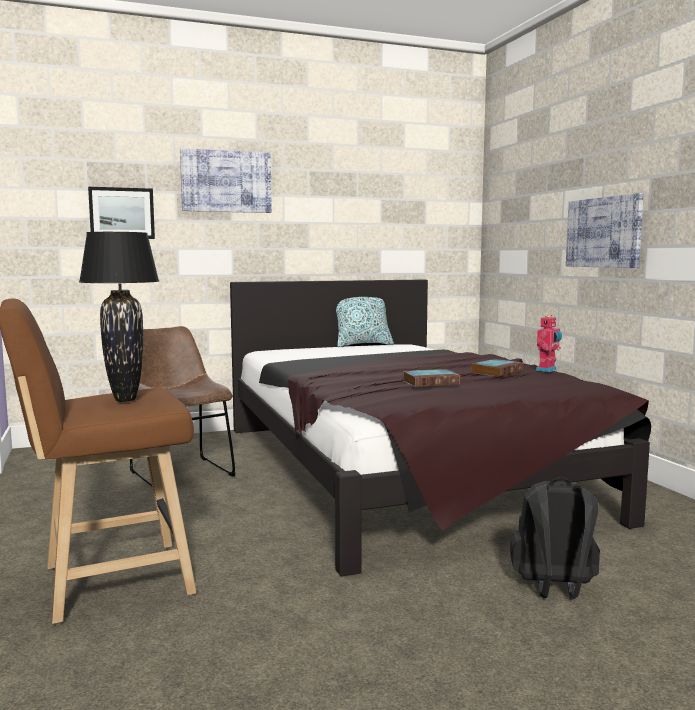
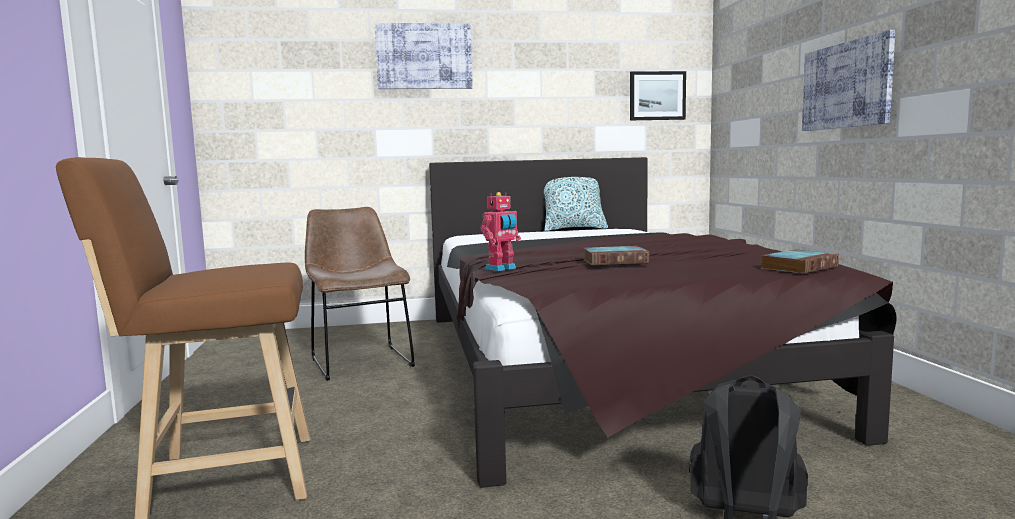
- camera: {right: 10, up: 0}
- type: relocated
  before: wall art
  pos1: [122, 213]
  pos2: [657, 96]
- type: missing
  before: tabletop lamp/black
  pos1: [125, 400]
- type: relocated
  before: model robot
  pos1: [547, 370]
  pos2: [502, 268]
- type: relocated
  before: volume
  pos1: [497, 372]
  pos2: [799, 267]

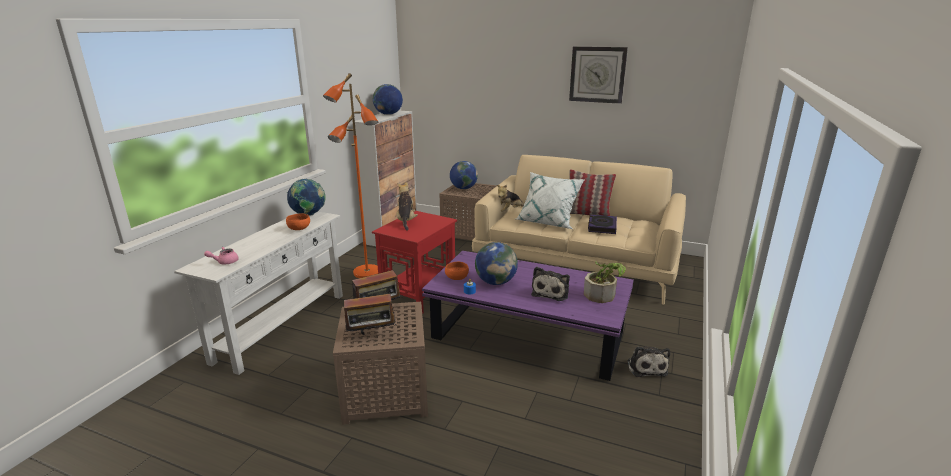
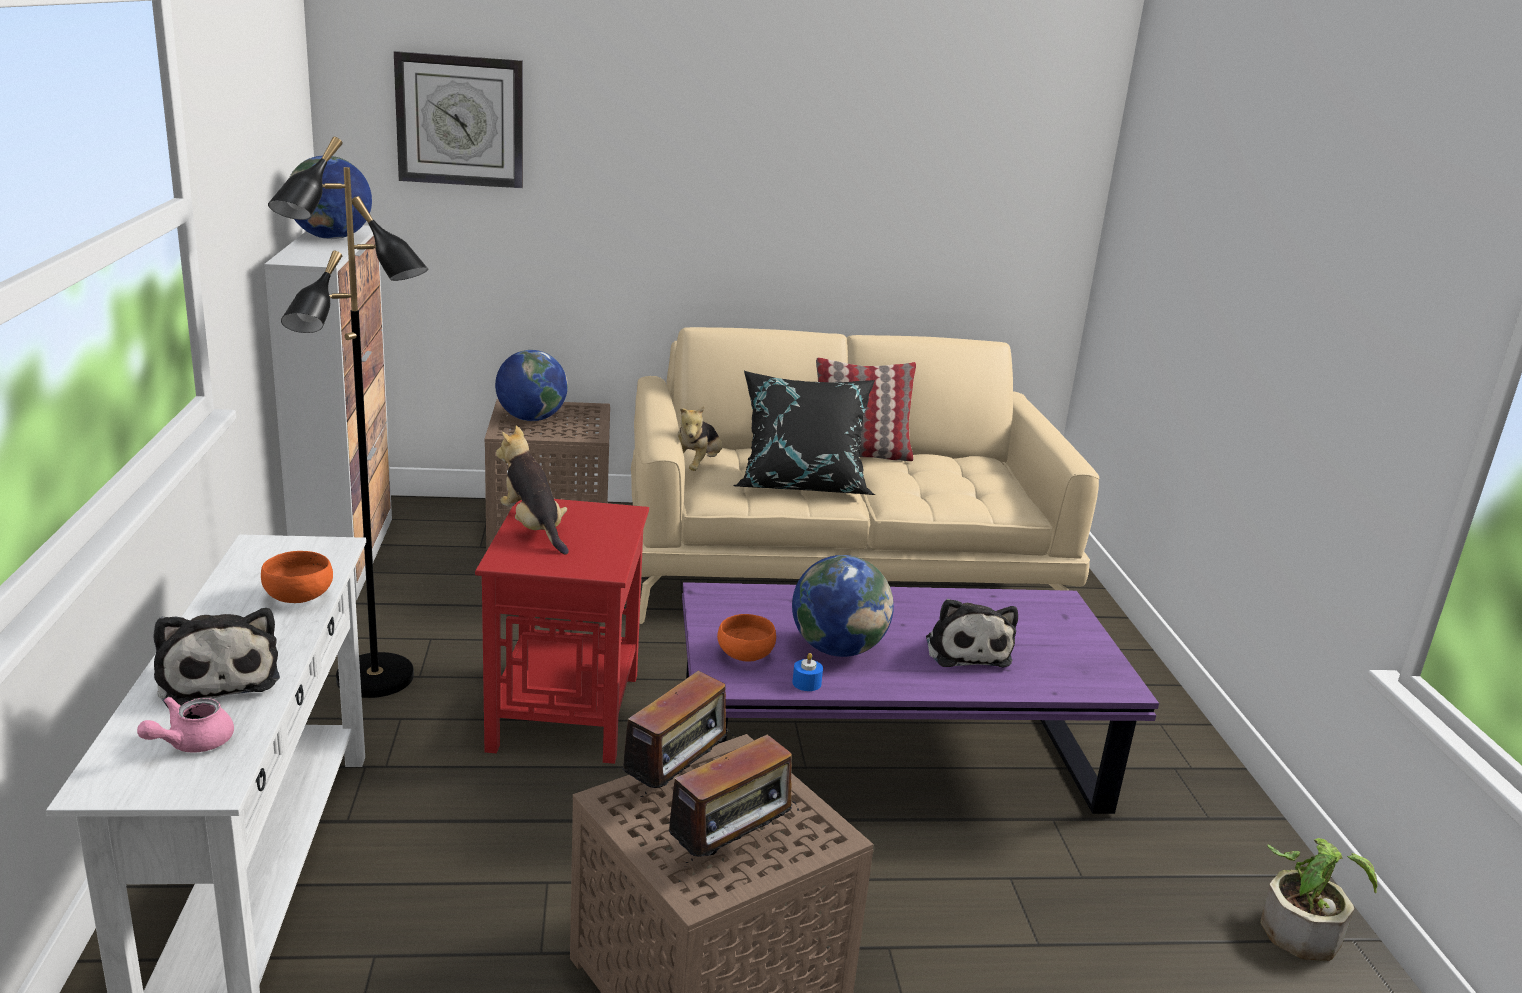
- camera: {right: -30, up: 0}
- type: relocated
  before: hanging clock
  pos1: [597, 74]
  pos2: [460, 120]
- type: colour
  before: standing lamp/orange
  after: standing lamp/black
  pos1: [366, 273]
  pos2: [375, 679]
- type: colour
  before: throw pillow/white-coloured
  after: throw pillow/black
  pos1: [548, 222]
  pos2: [802, 484]
- type: missing
  before: globe
  pos1: [308, 215]
- type: missing
  before: volume
  pos1: [602, 227]
- type: relocated
  before: houseplant
  pos1: [603, 294]
  pos2: [1303, 927]
- type: relocated
  before: cuddly toy
  pos1: [646, 367]
  pos2: [217, 677]

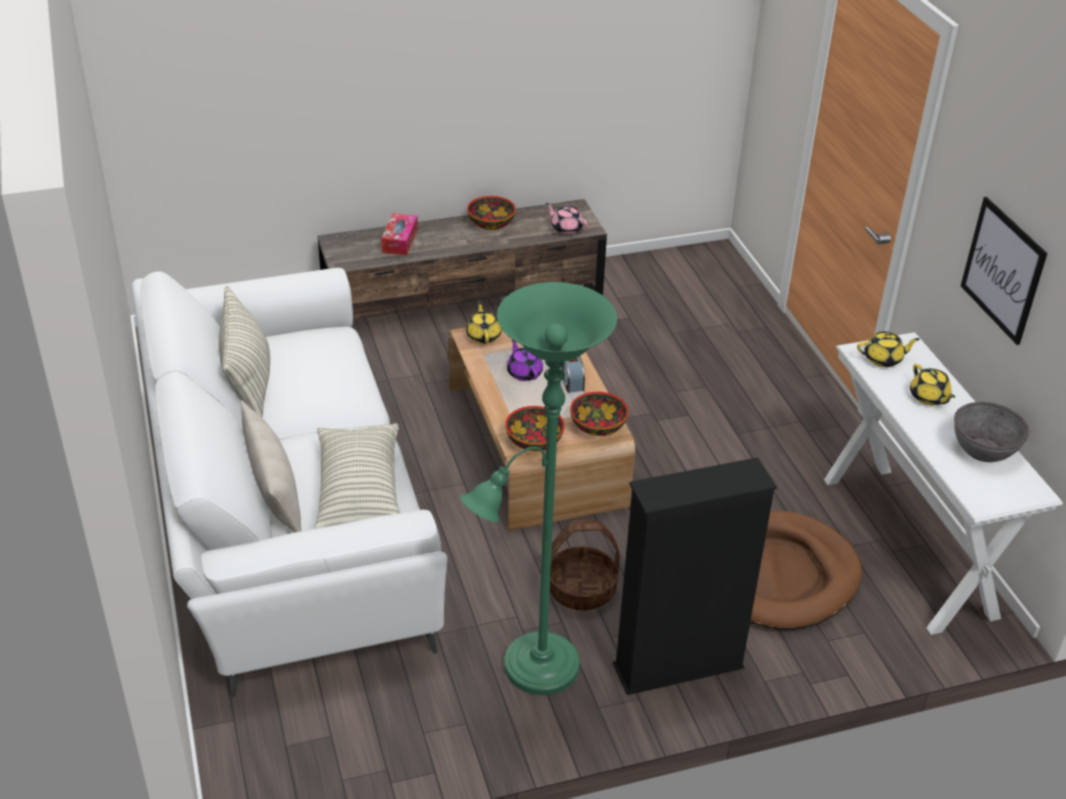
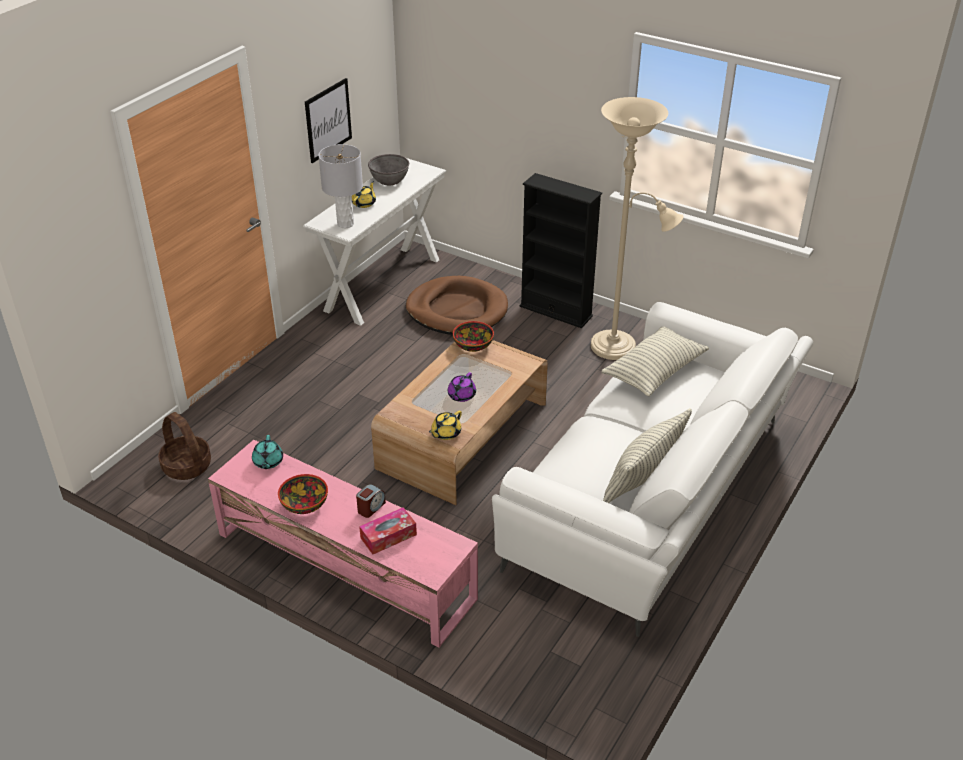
- camera: {right: -130, up: 0}
- type: colour
  before: tv stand/brown-coloured
  after: tv stand/pink-coloured
  pos1: [465, 303]
  pos2: [344, 565]
- type: colour
  before: pot for tea/pink-coloured
  after: pot for tea/turquoise-coloured
  pos1: [566, 228]
  pos2: [268, 462]
- type: colour
  before: standing lamp/green
  after: standing lamp/beige-coloured
  pos1: [532, 670]
  pos2: [619, 347]
- type: exchanged
  before: pot for tea/yellow
  after: tabletop lamp/greyish
  pos1: [883, 359]
  pos2: [345, 224]
- type: relocated
  before: table clock
  pos1: [571, 382]
  pos2: [371, 507]
- type: missing
  before: throw pillow/beige-coloured
  pos1: [274, 492]
- type: missing
  before: deep dish
  pos1: [534, 441]
- type: relocated
  before: basket
  pos1: [581, 589]
  pos2: [186, 466]

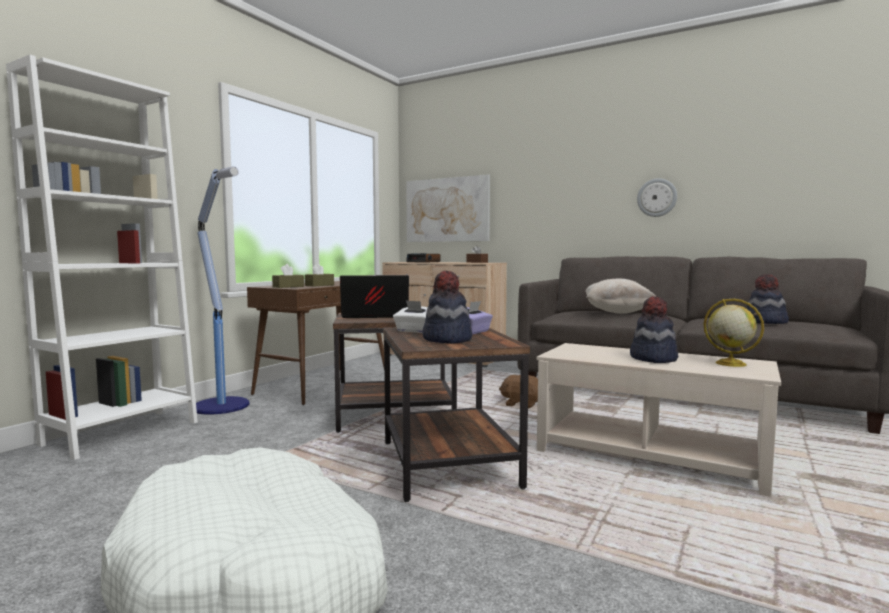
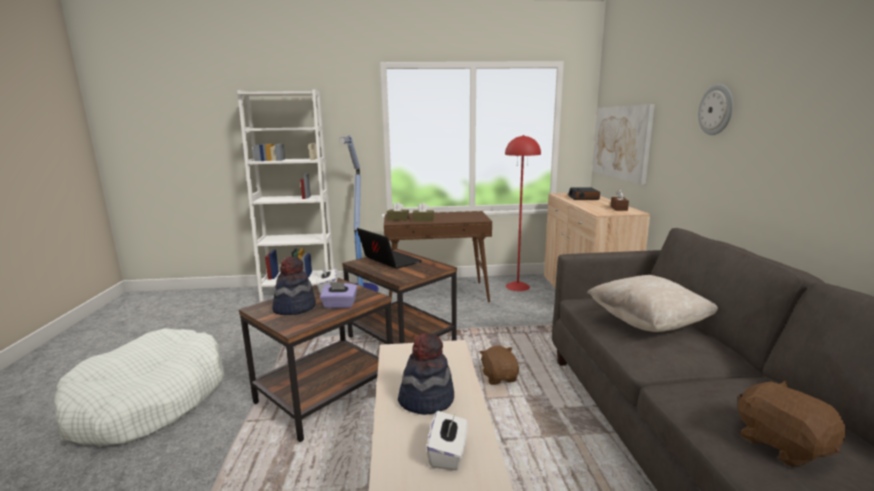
- camera: {right: 55, up: 10}
- type: relocated
  before: hanging clock
  pos1: [657, 197]
  pos2: [716, 110]
- type: exchanged
  before: hat
  after: cuddly toy/brown-coloured
  pos1: [766, 322]
  pos2: [782, 444]
- type: exchanged
  before: globe
  after: box of tissues/white-coloured
  pos1: [729, 363]
  pos2: [448, 453]
- type: appeared
  after: standing lamp/red-coloured
  pos2: [517, 286]

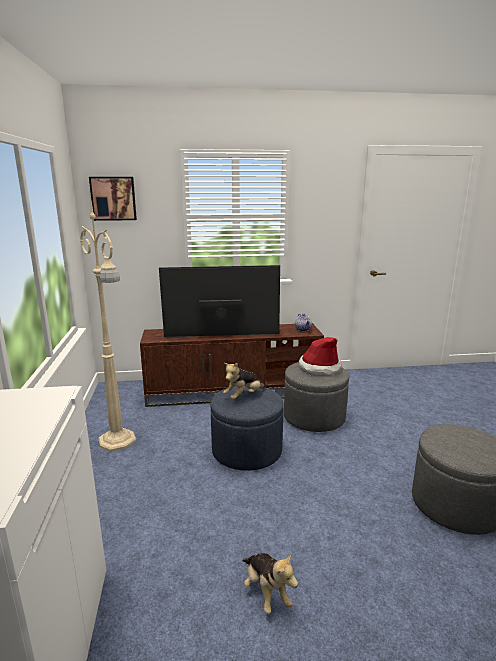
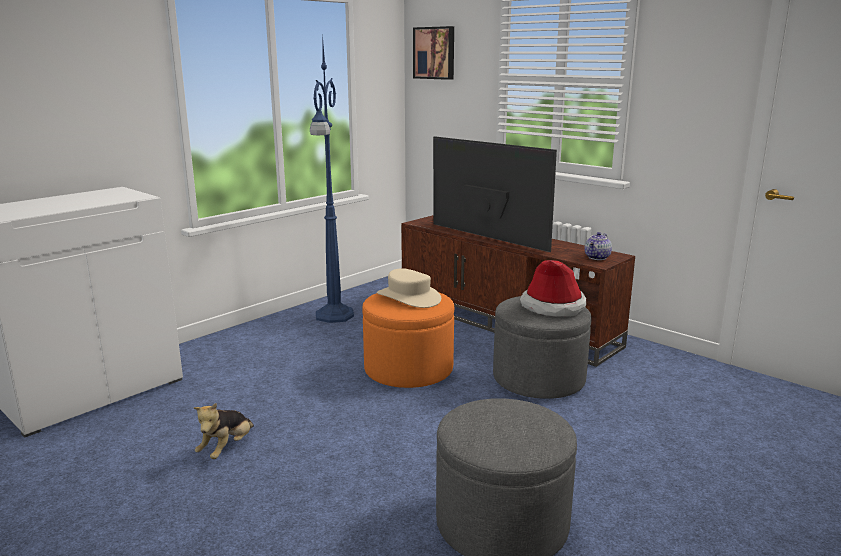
- camera: {right: 50, up: 0}
- type: colour
  before: standing lamp/beige-coloured
  after: standing lamp/blue-coloured
  pos1: [118, 441]
  pos2: [334, 316]
- type: exchanged
  before: cuddly toy
  after: hat/beige-coloured
  pos1: [244, 396]
  pos2: [409, 297]
- type: colour
  before: ottoman/blue-coloured
  after: ottoman/orange
  pos1: [247, 451]
  pos2: [408, 369]

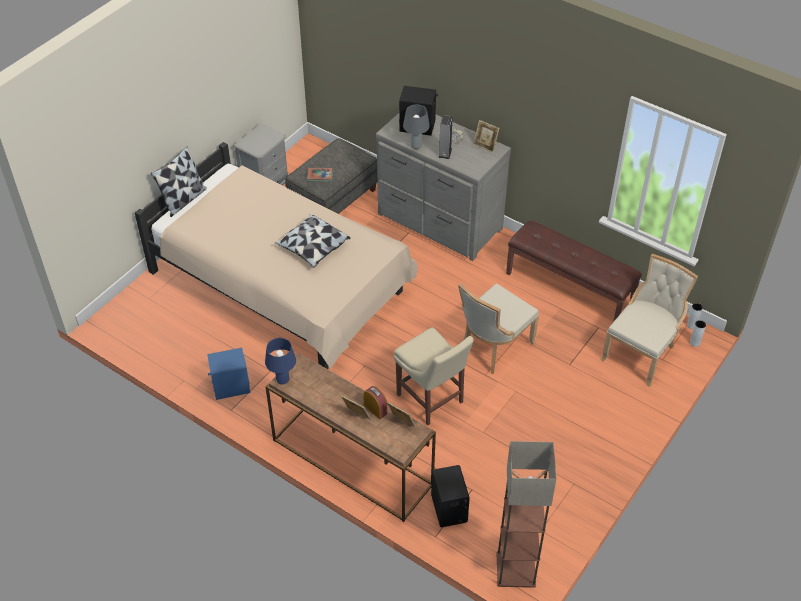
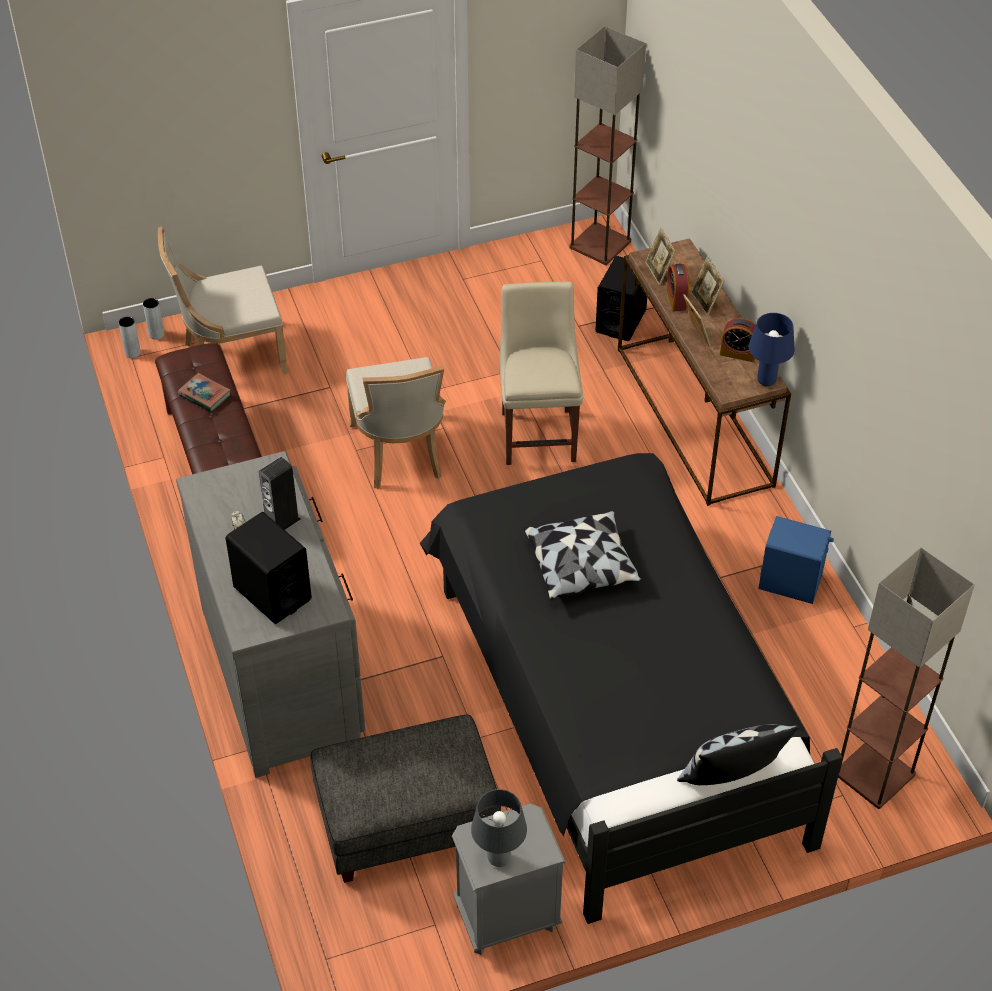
- camera: {right: -145, up: 0}
- type: relocated
  before: tabletop lamp/greyish
  pos1: [415, 146]
  pos2: [499, 858]
- type: relocated
  before: picture frame
  pos1: [485, 146]
  pos2: [695, 336]
- type: colour
  before: sleeping bed/beige-coloured
  after: sleeping bed/black
  pos1: [282, 286]
  pos2: [615, 699]
- type: relocated
  before: volume
  pos1: [320, 176]
  pos2: [204, 395]
- type: spun
  before: upright chair/beige-coloured
  pos1: [493, 347]
  pos2: [400, 453]
  turn: 90
- type: appeared
  after: table clock
  pos2: [738, 353]
- type: appeared
  after: standing lamp
  pos2: [874, 773]

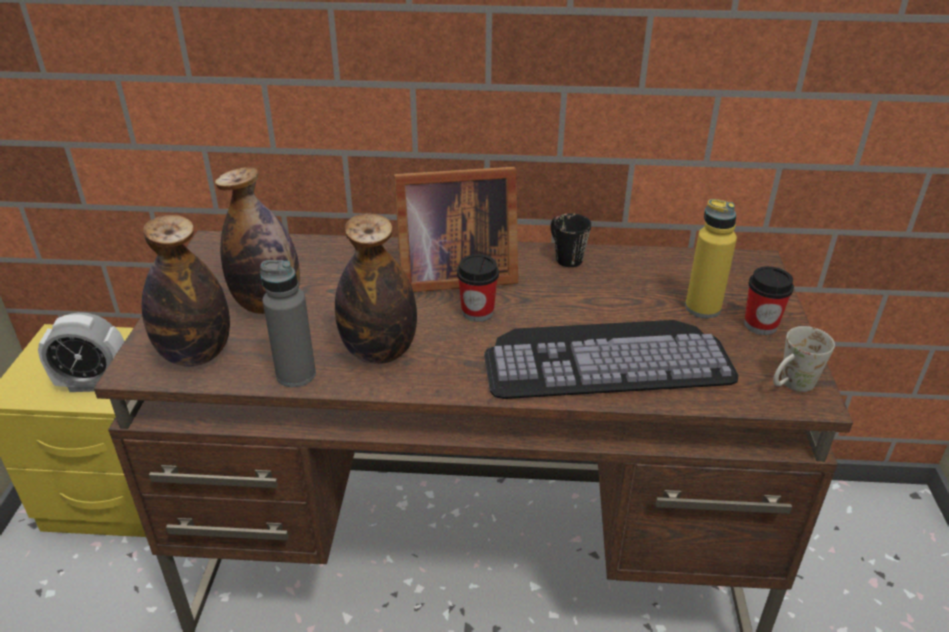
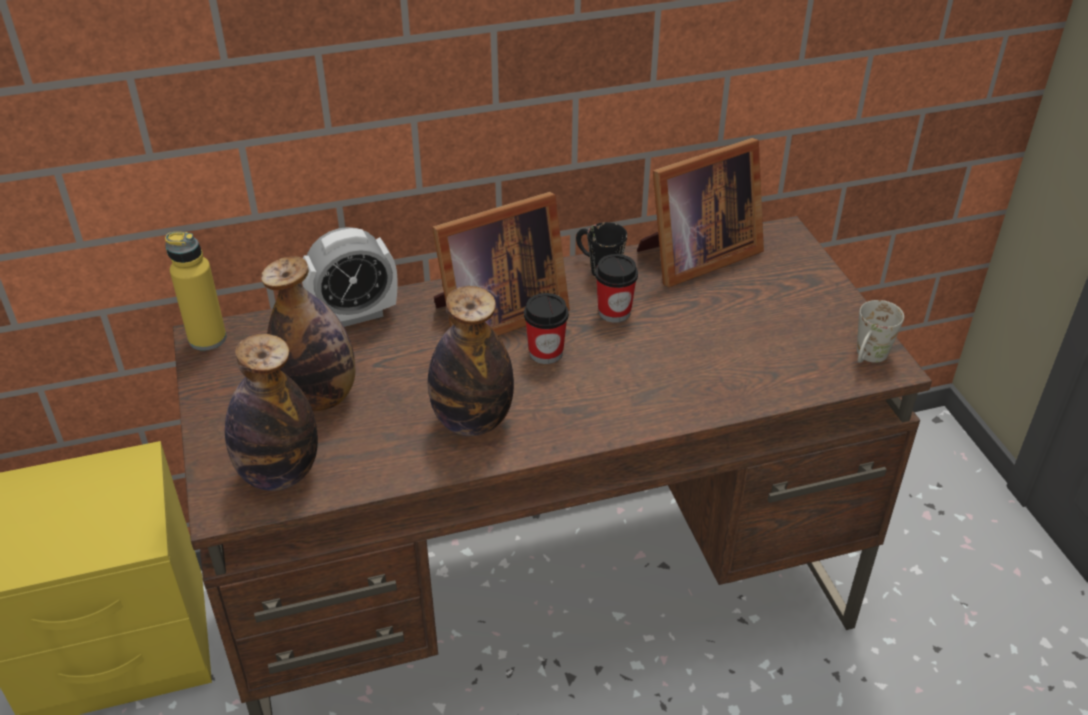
- camera: {right: -20, up: 5}
- type: relocated
  before: bottle/yellow
  pos1: [702, 308]
  pos2: [207, 338]
- type: missing
  before: bottle/greyish
  pos1: [296, 374]
- type: relocated
  before: drinking cup
  pos1: [760, 325]
  pos2: [614, 312]
- type: relocated
  before: table clock
  pos1: [94, 384]
  pos2: [354, 315]
- type: missing
  before: keyboard
  pos1: [607, 357]
- type: appeared
  after: picture frame
  pos2: [694, 257]

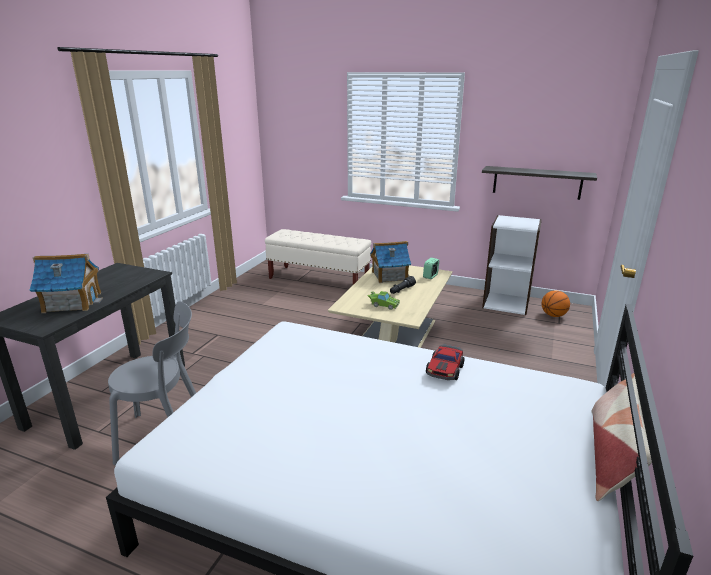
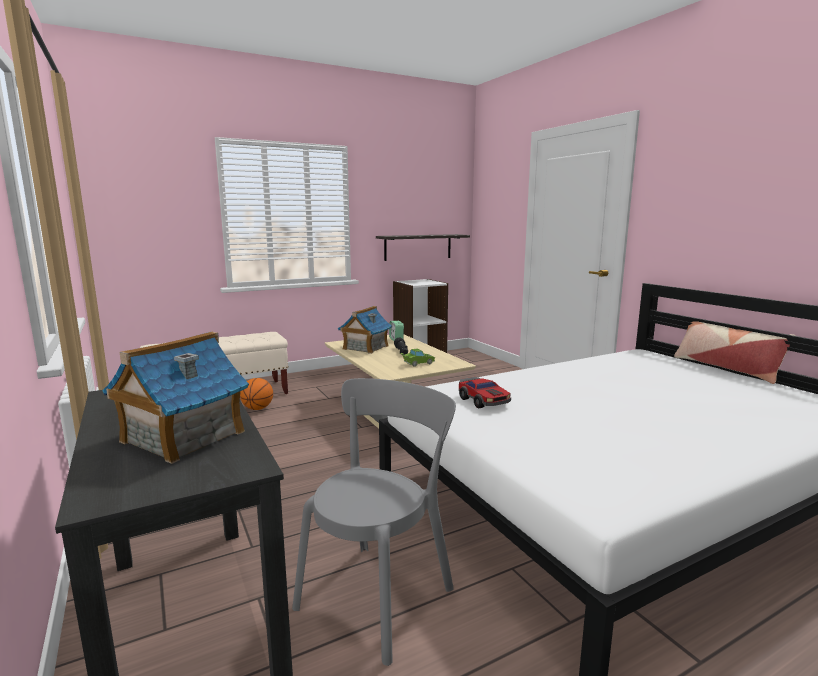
- camera: {right: -50, up: -10}
- type: relocated
  before: basketball ball
  pos1: [553, 315]
  pos2: [257, 408]
- type: relocated
  before: model car
  pos1: [445, 369]
  pos2: [483, 400]

